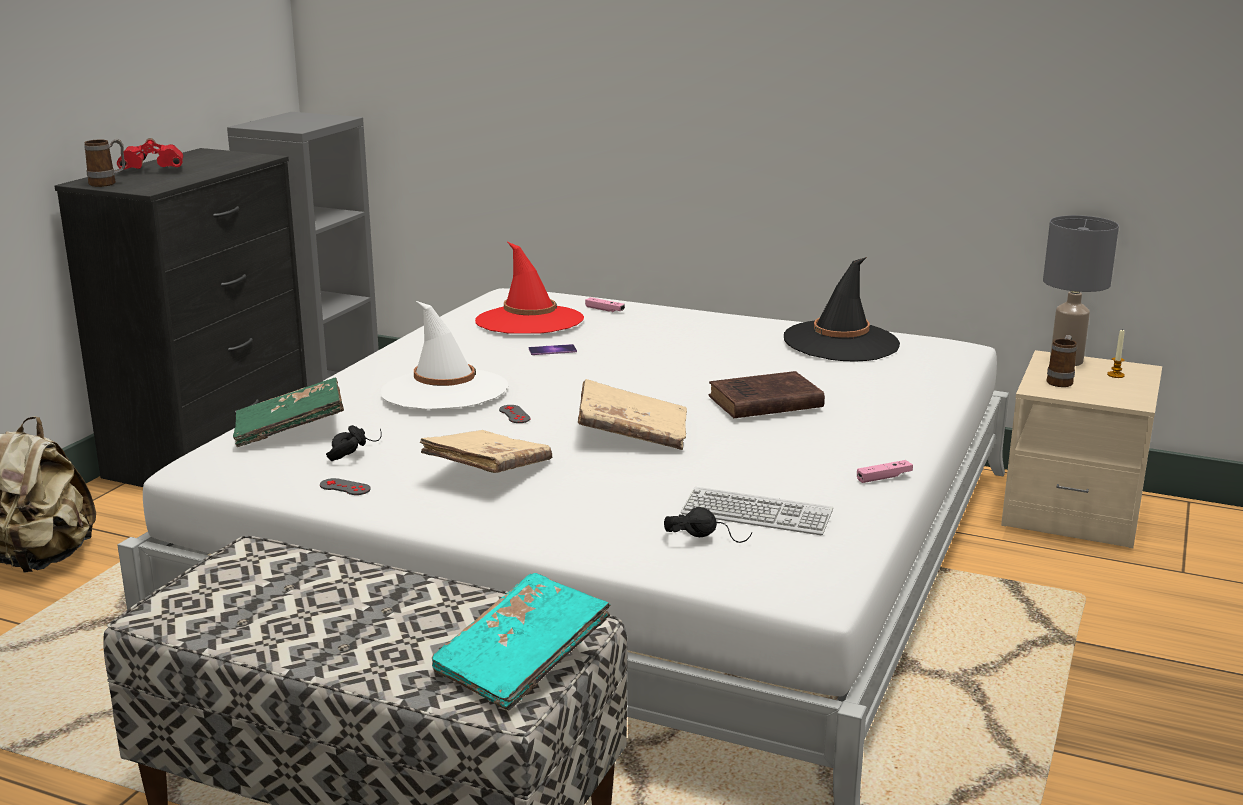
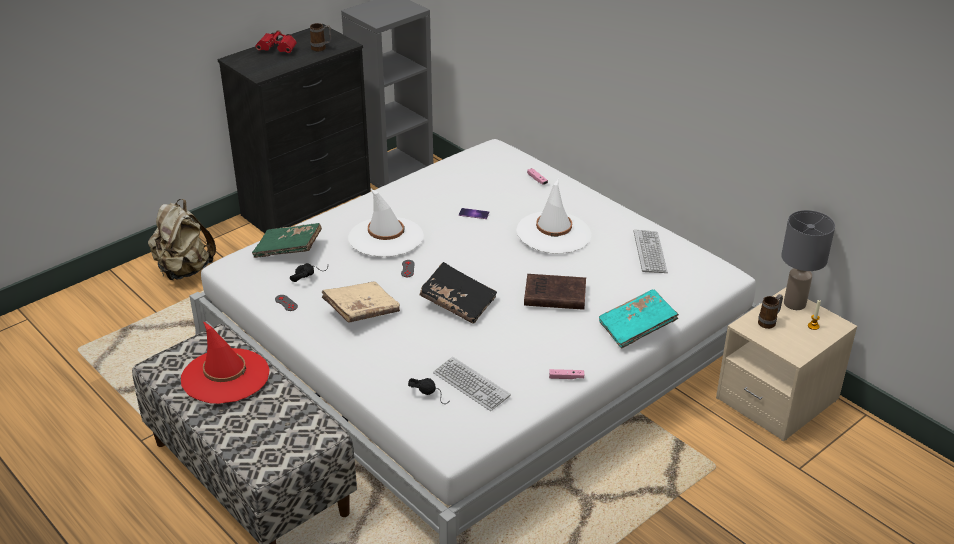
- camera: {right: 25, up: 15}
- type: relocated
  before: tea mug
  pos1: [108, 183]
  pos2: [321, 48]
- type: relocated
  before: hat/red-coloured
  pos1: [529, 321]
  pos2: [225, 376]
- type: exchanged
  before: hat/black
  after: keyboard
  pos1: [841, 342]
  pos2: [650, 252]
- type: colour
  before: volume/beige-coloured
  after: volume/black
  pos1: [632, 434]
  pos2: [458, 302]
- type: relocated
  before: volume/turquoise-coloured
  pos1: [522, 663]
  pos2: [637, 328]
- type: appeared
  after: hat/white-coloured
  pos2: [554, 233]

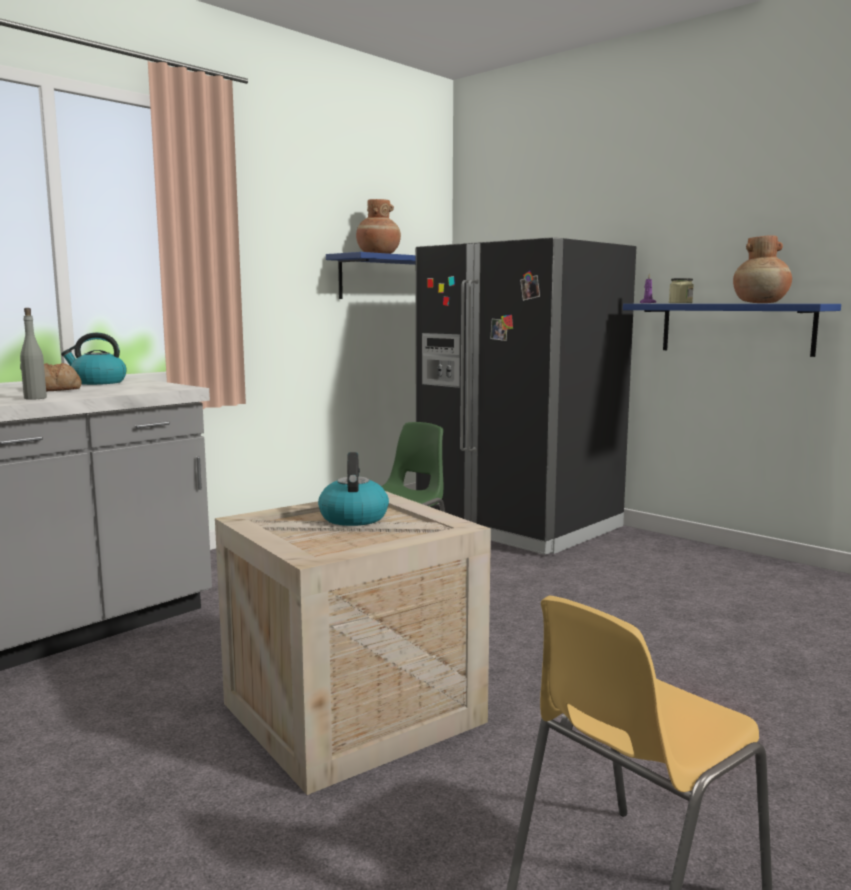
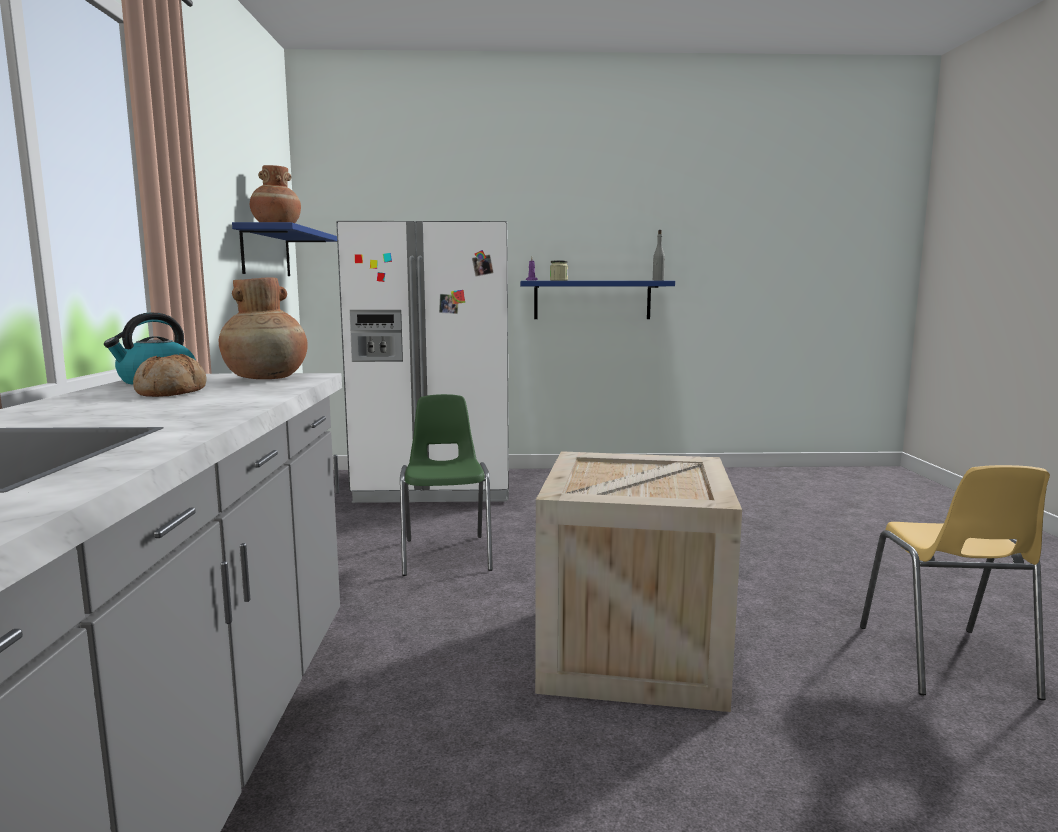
- camera: {right: -45, up: 0}
- type: relocated
  before: vase/brown-coloured
  pos1: [761, 303]
  pos2: [267, 378]
- type: colour
  before: fridge/black
  after: fridge/white-coloured
  pos1: [518, 525]
  pos2: [436, 486]
- type: relocated
  before: bottle/greyish
  pos1: [35, 398]
  pos2: [658, 280]
- type: missing
  before: tea kettle
  pos1: [353, 517]

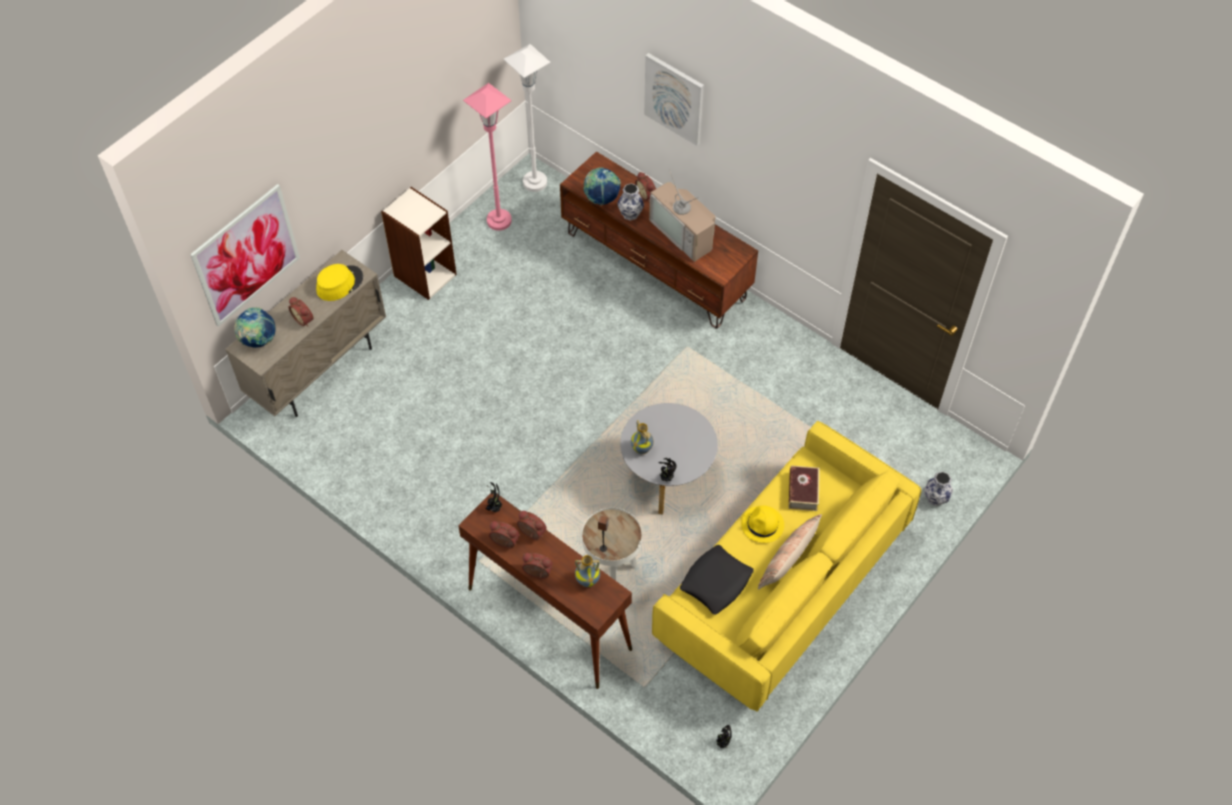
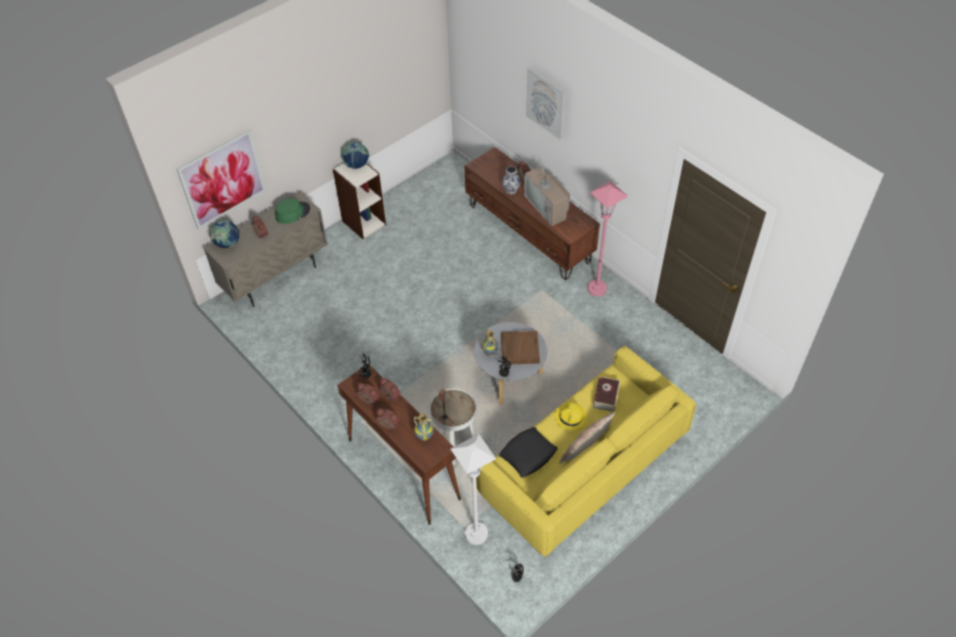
- camera: {right: 10, up: -5}
- type: relocated
  before: standing lamp/white-coloured
  pos1: [534, 182]
  pos2: [476, 534]
- type: relocated
  before: standing lamp/pink-coloured
  pos1: [499, 220]
  pos2: [597, 288]
- type: relocated
  before: globe
  pos1: [601, 198]
  pos2: [356, 165]
- type: colour
  before: hat/yellow
  after: hat/green
  pos1: [339, 283]
  pos2: [292, 213]
- type: missing
  before: vase
  pos1: [935, 499]
- type: appeared
  after: serving tray/brown-coloured
  pos2: [519, 348]

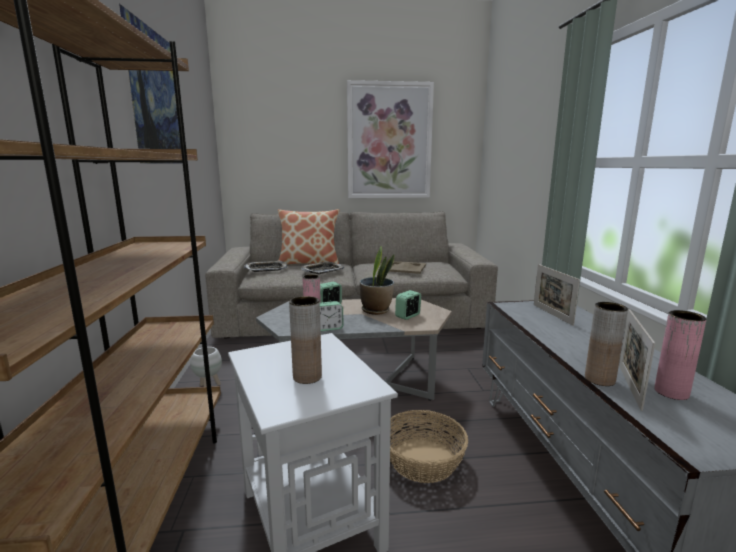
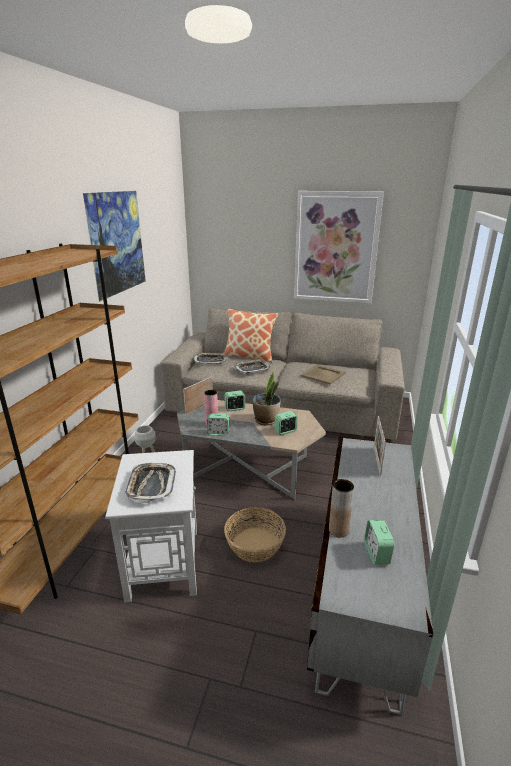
- camera: {right: 20, up: 10}
- type: exchanged
  before: vase/brown-coloured
  after: serving tray
  pos1: [307, 377]
  pos2: [151, 485]
- type: relocated
  before: picture frame
  pos1: [629, 386]
  pos2: [199, 407]
- type: exchanged
  before: vase/pink-coloured
  after: table clock
  pos1: [671, 392]
  pos2: [376, 553]

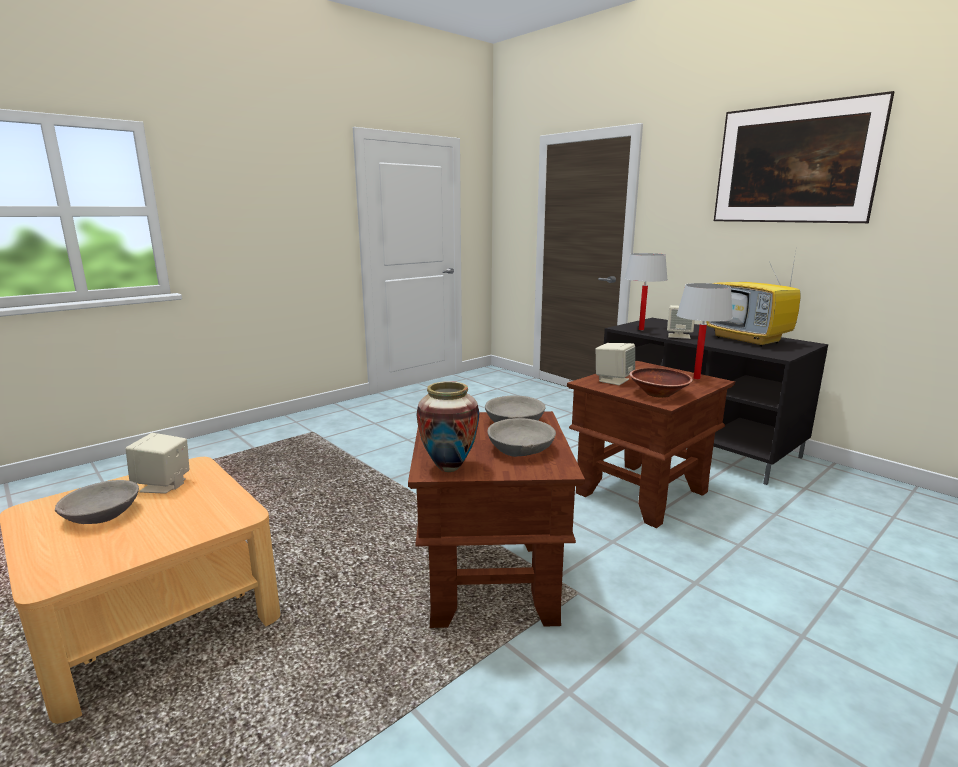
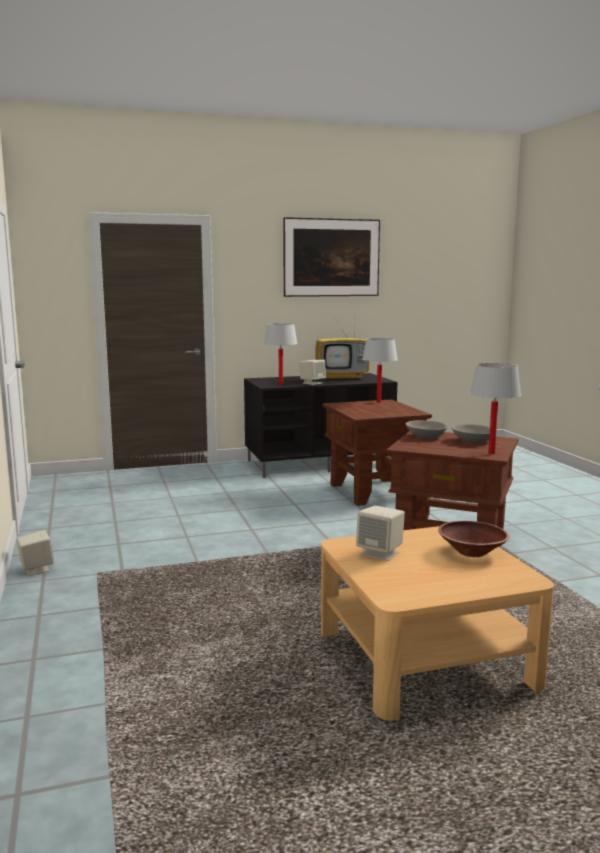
- camera: {right: -65, up: -5}
- type: relocated
  before: audio speaker/beige-coloured
  pos1: [613, 380]
  pos2: [36, 569]
- type: relocated
  before: deep dish/brown-coloured
  pos1: [658, 394]
  pos2: [471, 552]
- type: exchanged
  before: vase
  after: tabletop lamp/white-coloured
  pos1: [448, 468]
  pos2: [491, 453]
- type: missing
  before: deep dish/greyish
  pos1: [102, 515]

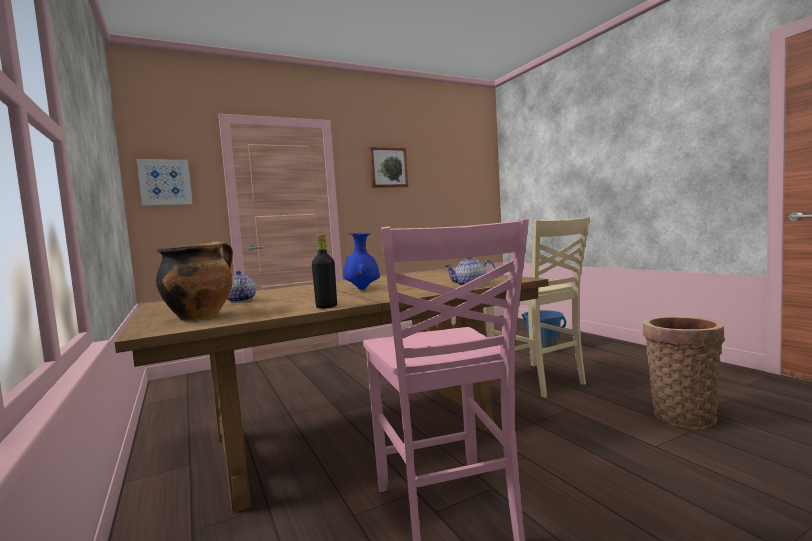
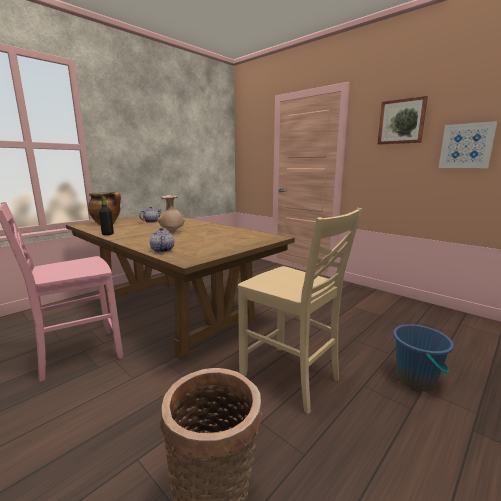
- camera: {right: 70, up: 10}
- type: relocated
  before: wall art
  pos1: [165, 182]
  pos2: [466, 146]
- type: spun
  before: upright chair/beige-coloured
  pos1: [538, 381]
  pos2: [291, 378]
  turn: -90
- type: colour
  before: vase/blue-coloured
  after: vase/beige-coloured
  pos1: [362, 289]
  pos2: [172, 232]

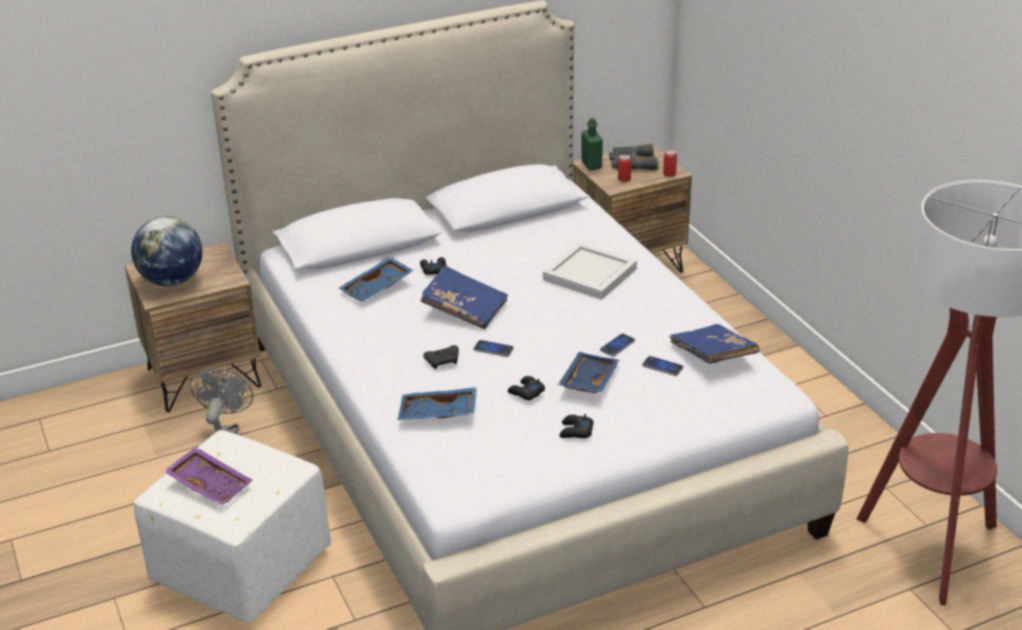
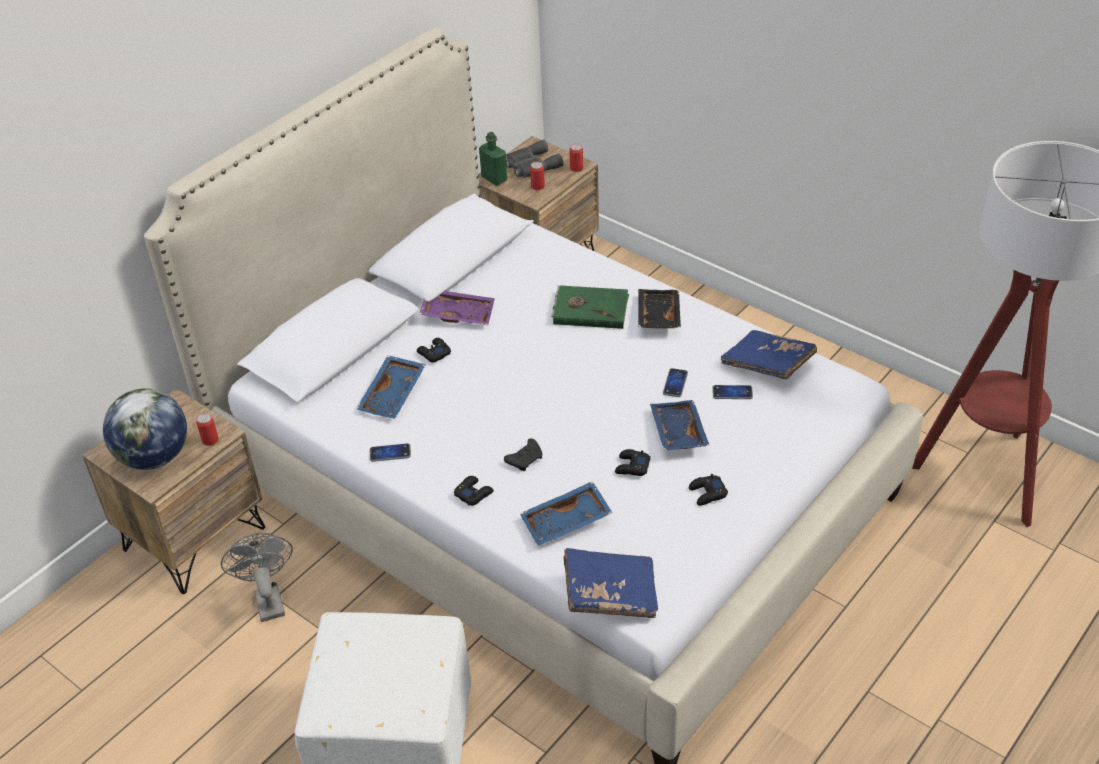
- camera: {right: -25, up: 10}
- type: exchanged
  before: serving tray/white-coloured
  after: volume/green
  pos1: [589, 273]
  pos2: [590, 309]
- type: relocated
  before: volume/blue-coloured
  pos1: [464, 309]
  pos2: [610, 594]
- type: relocated
  before: phone
  pos1: [493, 349]
  pos2: [390, 453]
- type: relocated
  before: serving tray/purple
  pos1: [211, 484]
  pos2: [458, 313]
- type: appeared
  after: serving tray/black
  pos2: [657, 316]
- type: appeared
  after: can
  pos2: [210, 440]
- type: appeared
  after: game controller/black
  pos2: [473, 493]

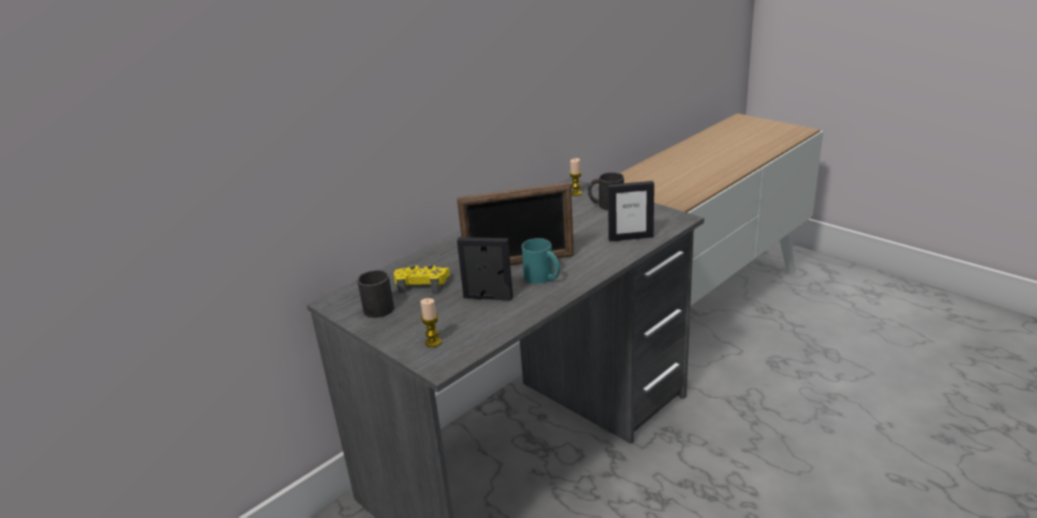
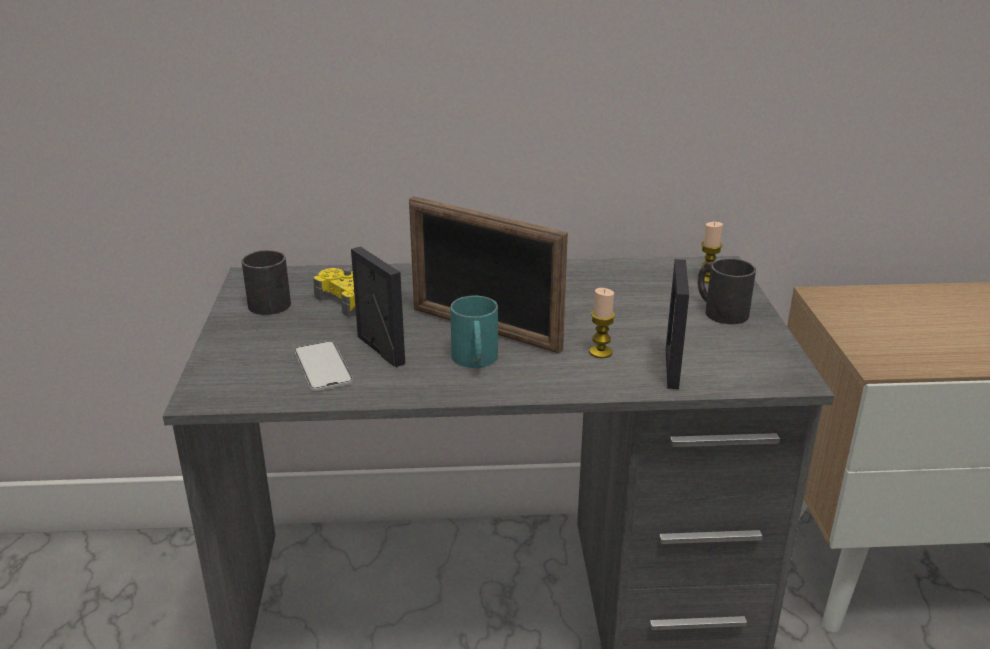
- camera: {right: 40, up: 0}
- type: spun
  before: picture frame
  pos1: [630, 237]
  pos2: [672, 368]
  turn: 60
- type: relocated
  before: candle
  pos1: [433, 342]
  pos2: [600, 352]
- type: appeared
  after: phone
  pos2: [323, 366]

